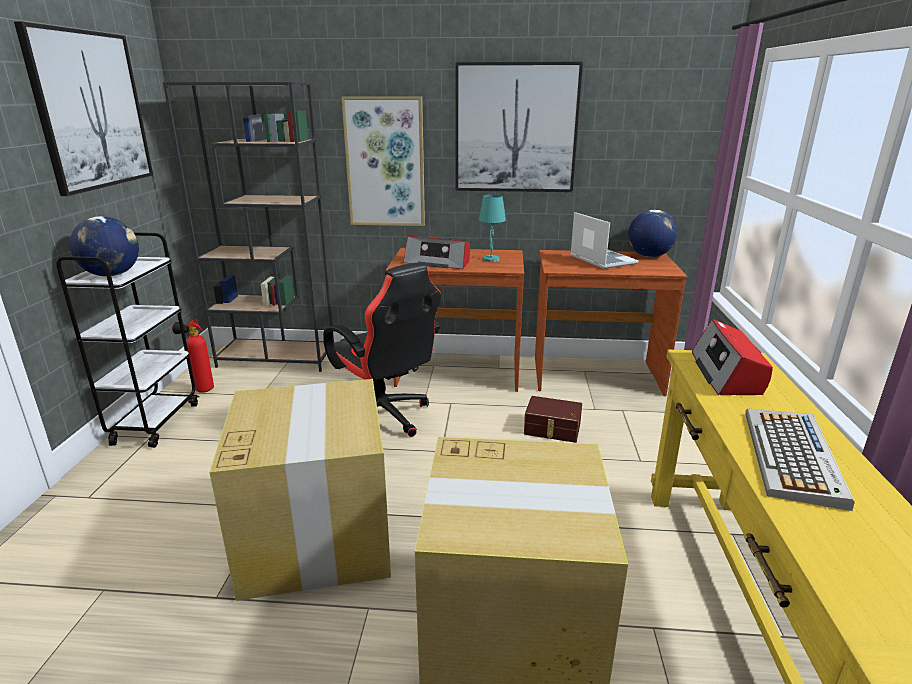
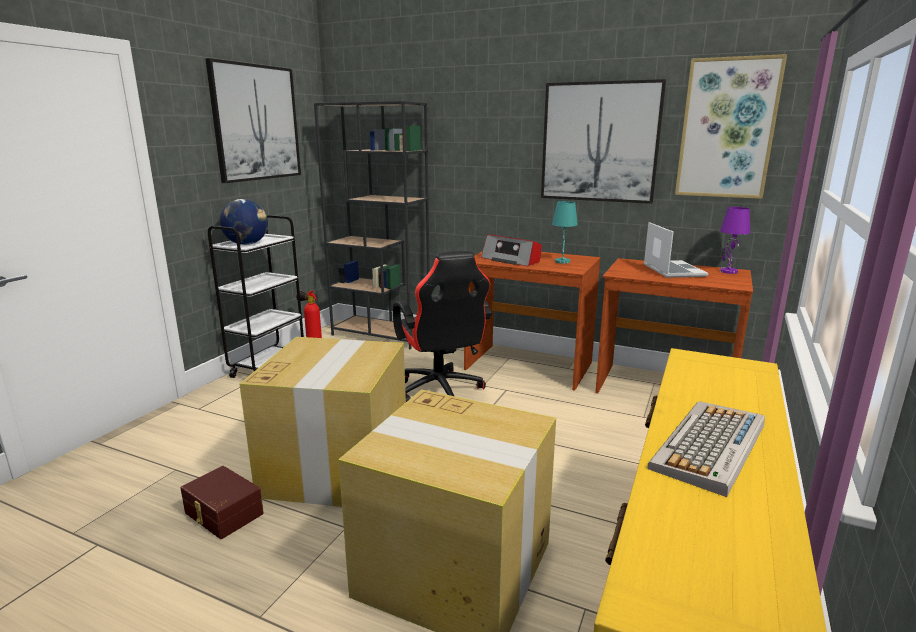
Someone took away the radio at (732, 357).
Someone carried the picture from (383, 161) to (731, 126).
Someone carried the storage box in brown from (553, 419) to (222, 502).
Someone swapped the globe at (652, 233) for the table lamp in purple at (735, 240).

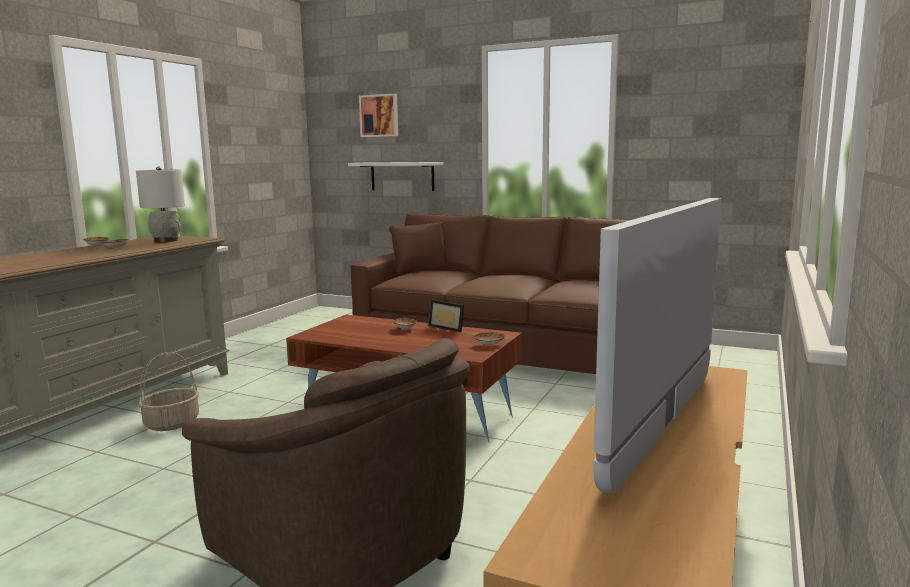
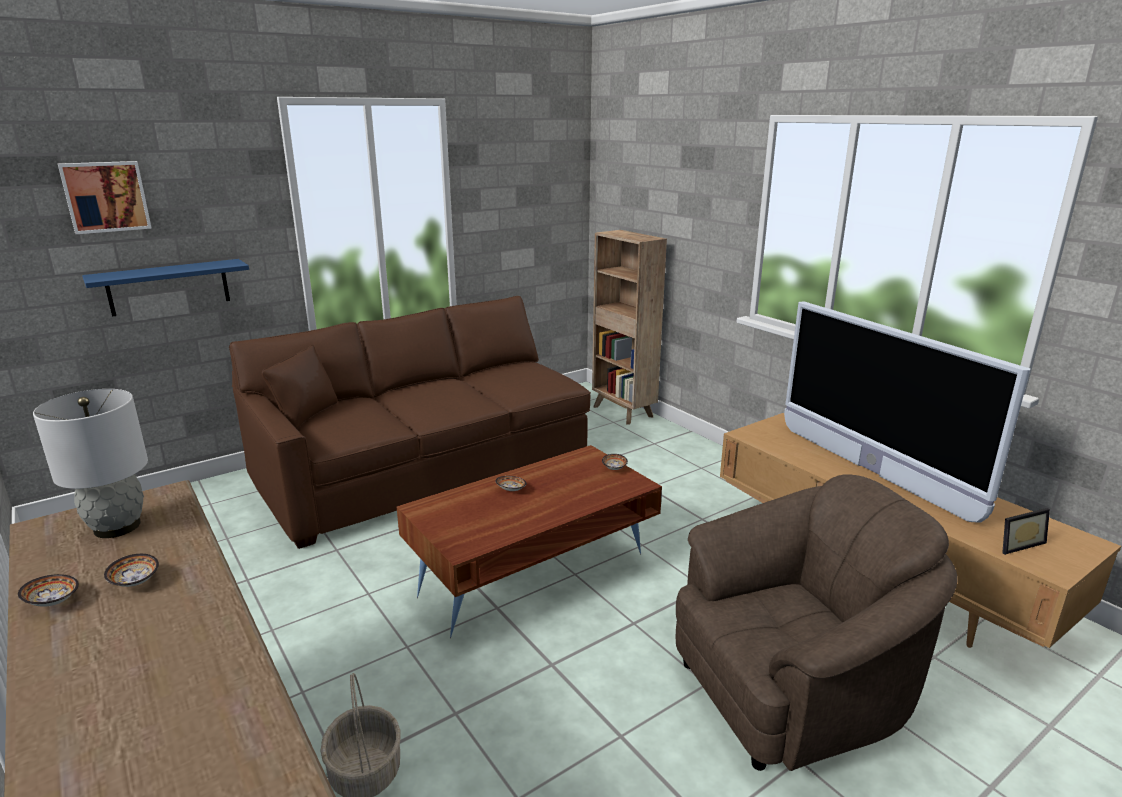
Someone put down the bookcase in brown at (629, 327).
Someone carried the picture frame from (446, 316) to (1026, 531).
Someone repainted the shelf in white at (396, 176), which became the shelf in blue at (165, 288).

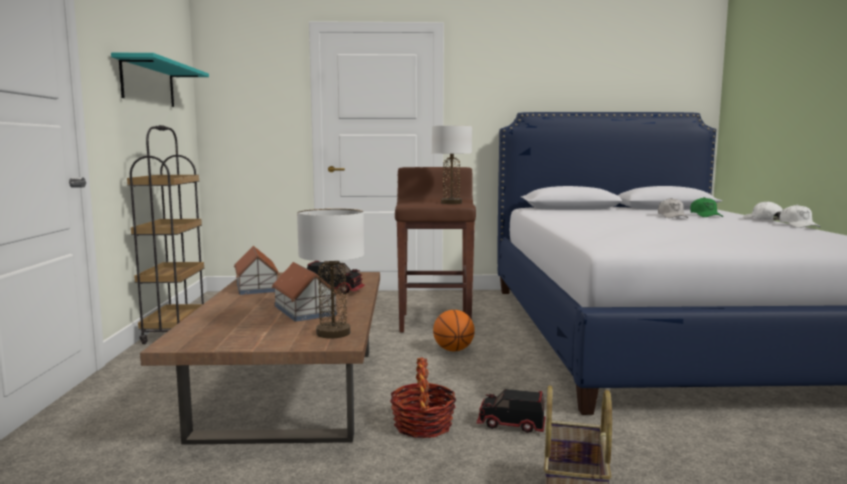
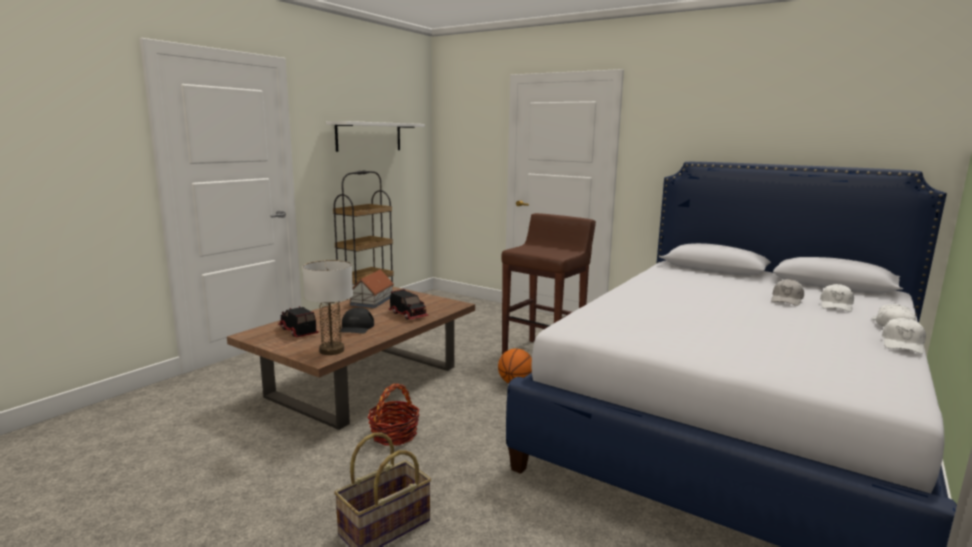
Someone took away the table lamp at (452, 165).
Someone carried the toy truck from (511, 411) to (298, 322).
Someone swapped the toy house at (305, 292) for the cap in black at (357, 320).
Someone repainted the shelf in turquoise at (160, 80), which became the shelf in white at (375, 136).
Someone repainted the cap in green at (706, 207), which became the cap in white at (837, 298).

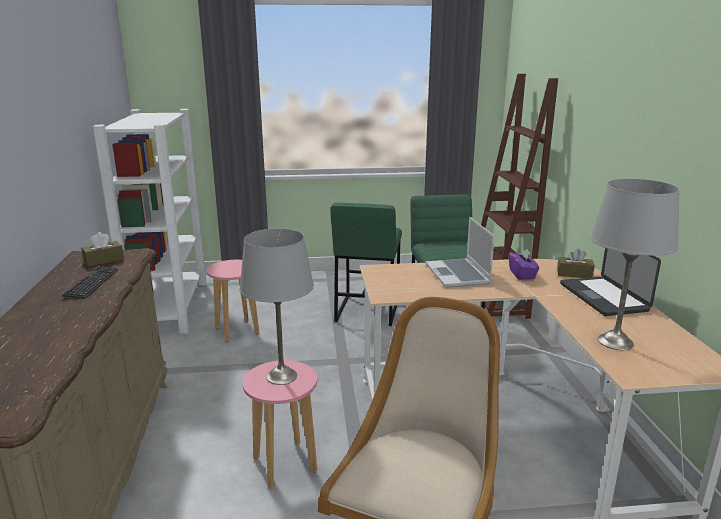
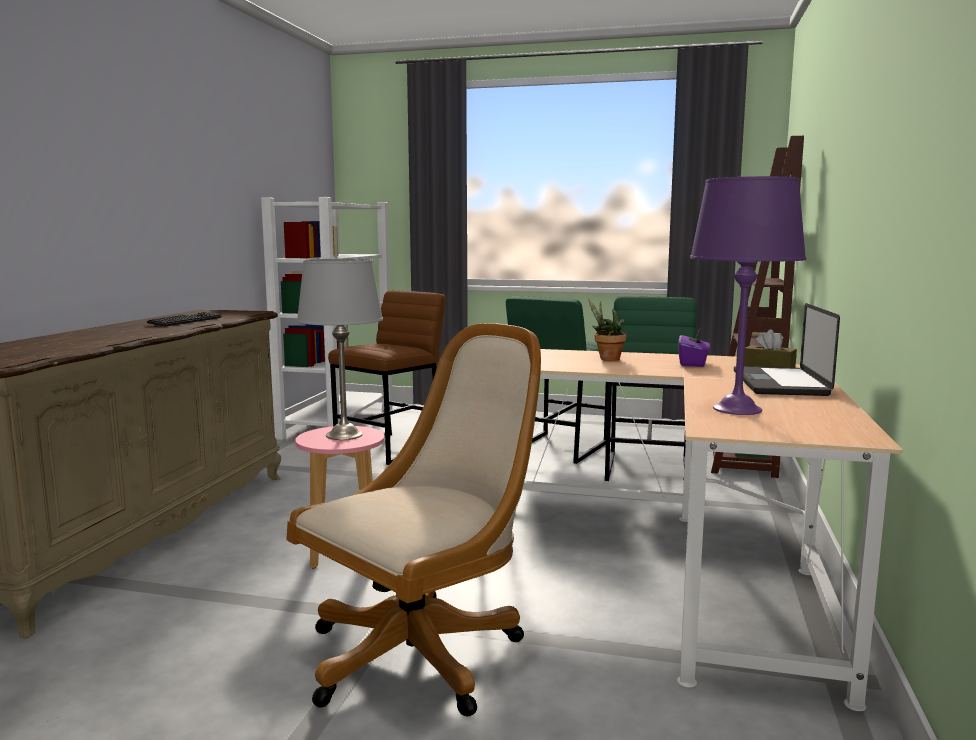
Someone took away the tissue box in brown at (102, 249).
Someone swapped the stool in pink at (233, 301) for the chair in brown at (387, 377).
Someone swapped the laptop at (460, 252) for the potted plant at (607, 330).
Someone repainted the table lamp in grey at (635, 264), which became the table lamp in purple at (748, 295).

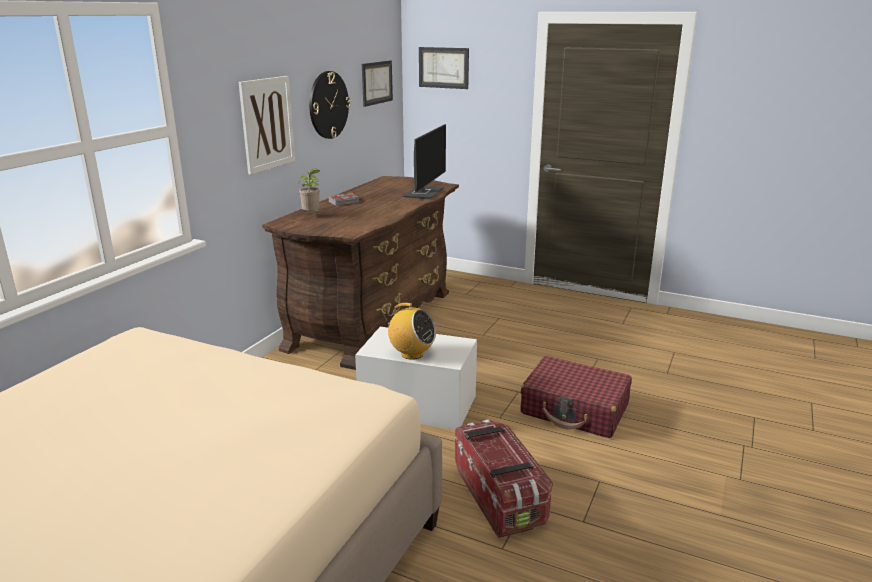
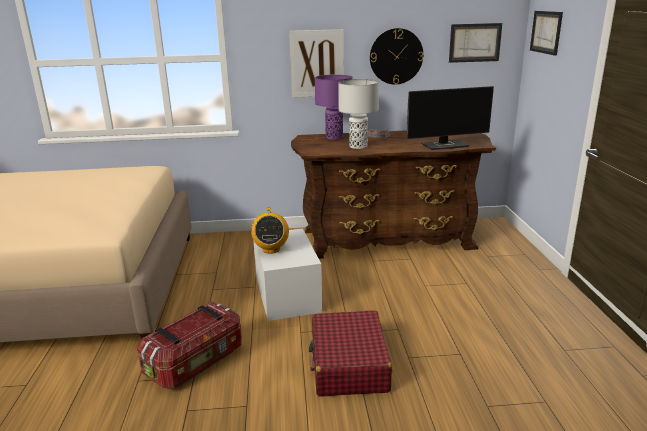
Someone put down the table lamp in white at (358, 114).
Someone swapped the potted plant at (309, 190) for the table lamp in purple at (333, 107).

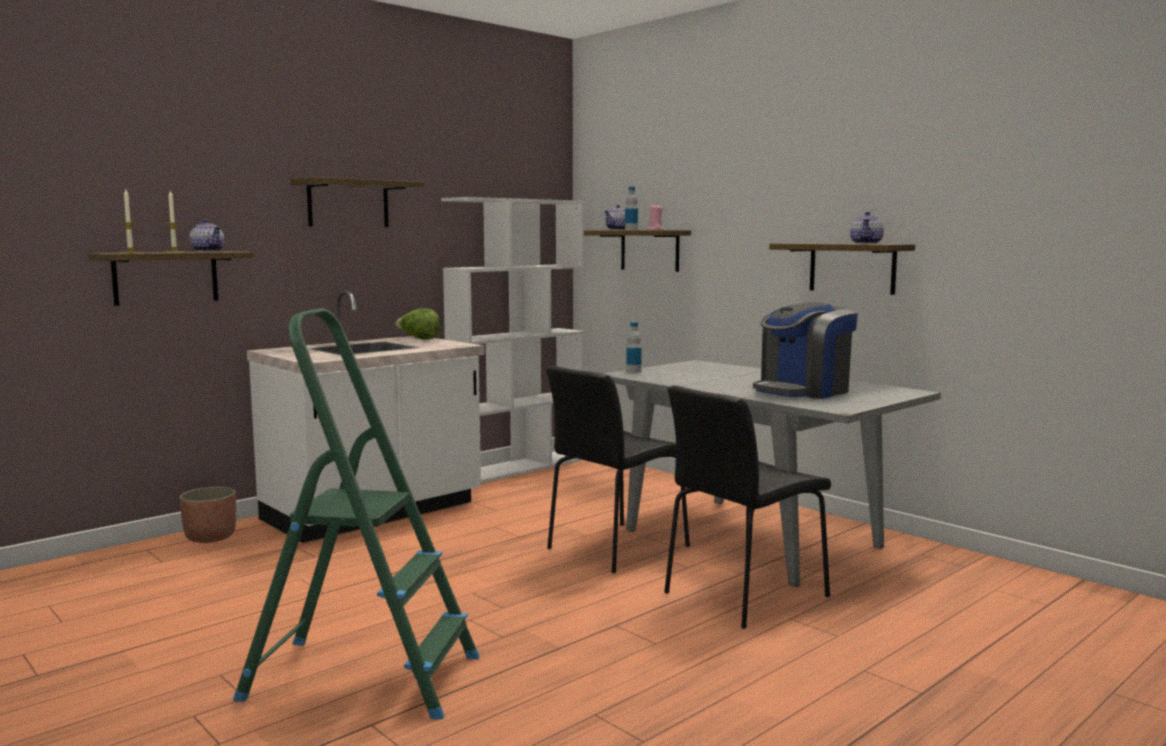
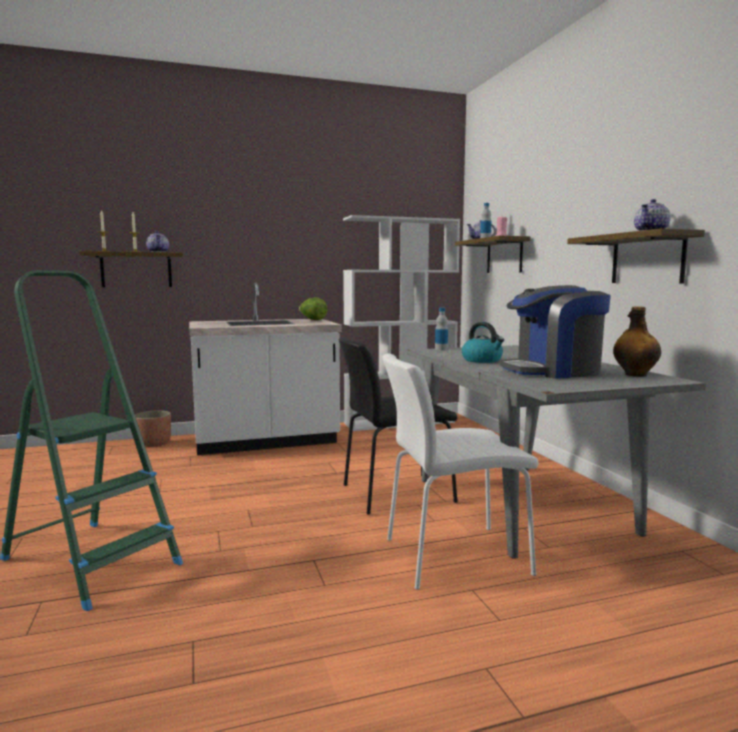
Someone took away the shelf at (357, 202).
Someone put down the kettle at (483, 342).
Someone put down the bottle at (637, 341).
Someone repainted the chair in black at (747, 507), which became the chair in white at (460, 471).

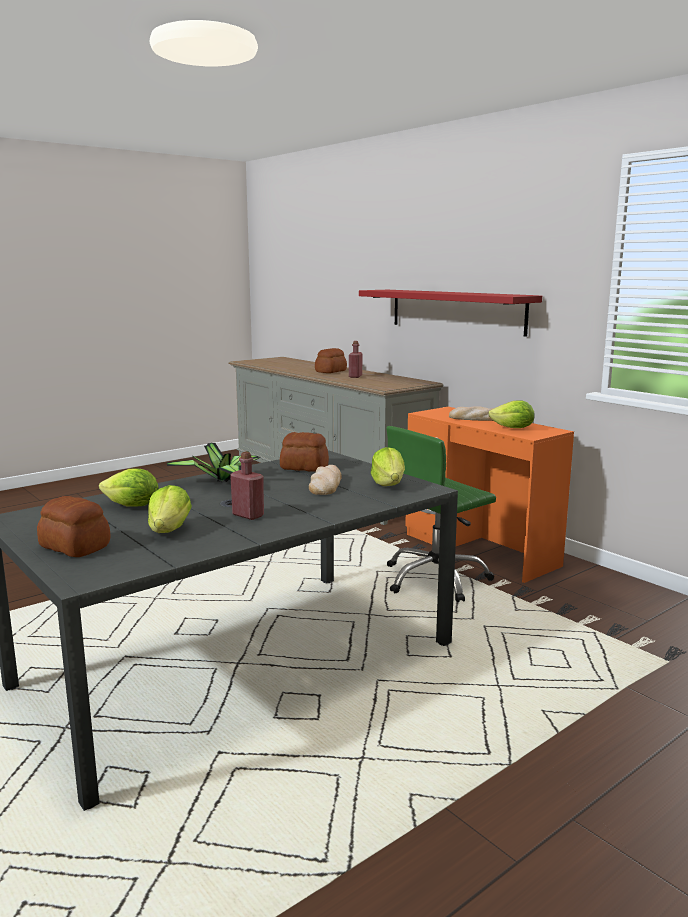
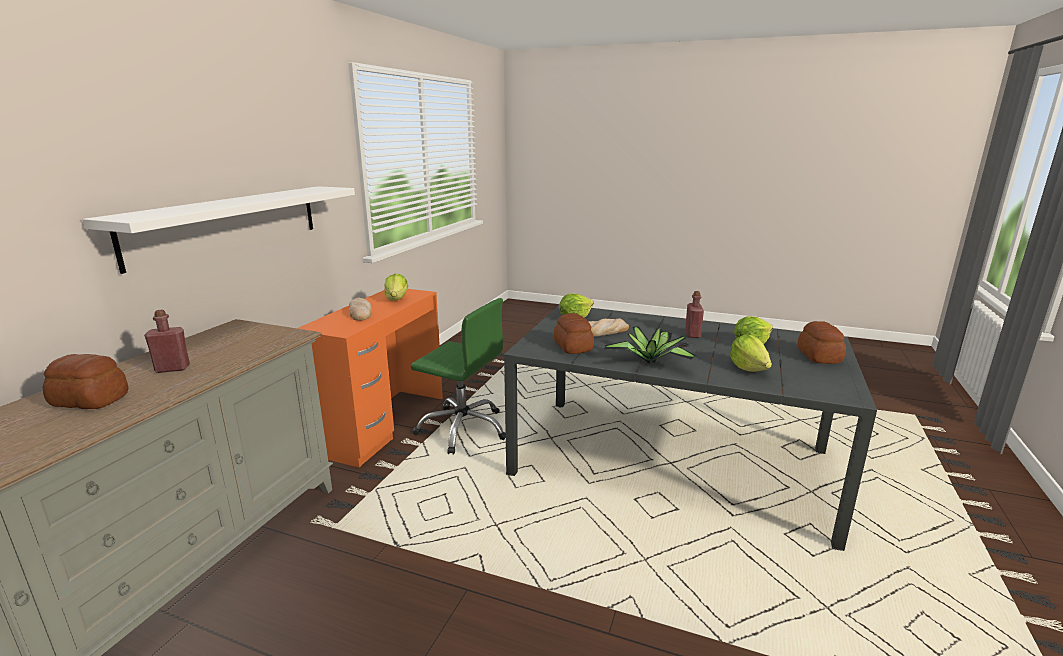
Someone repainted the shelf in red at (450, 313), which became the shelf in white at (218, 230).

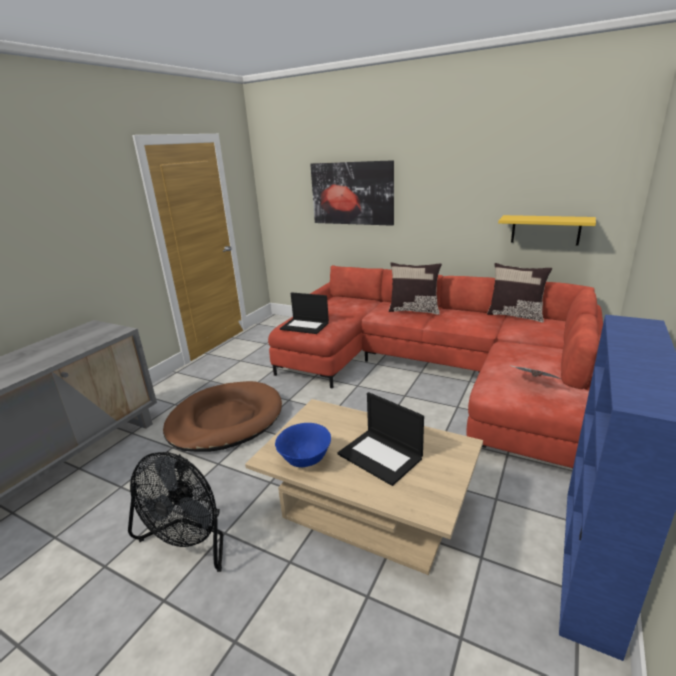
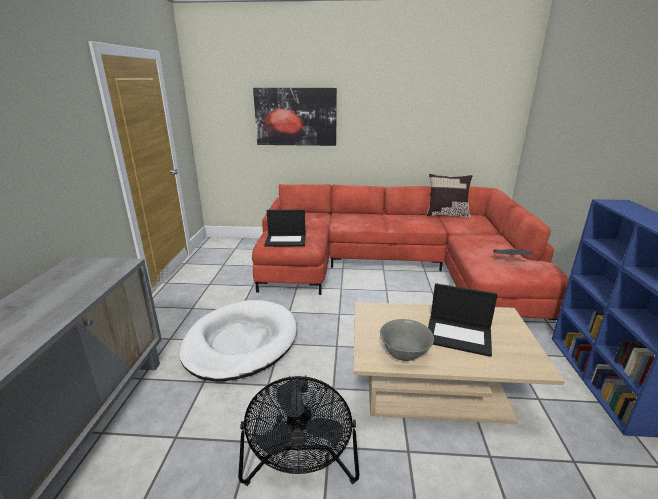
Someone took away the pillow at (415, 288).
Someone took away the shelf in yellow at (547, 230).
Someone repainted the dog bed in brown at (222, 416), which became the dog bed in white at (238, 341).
Someone repainted the bowl in blue at (303, 445), which became the bowl in grey at (407, 340).

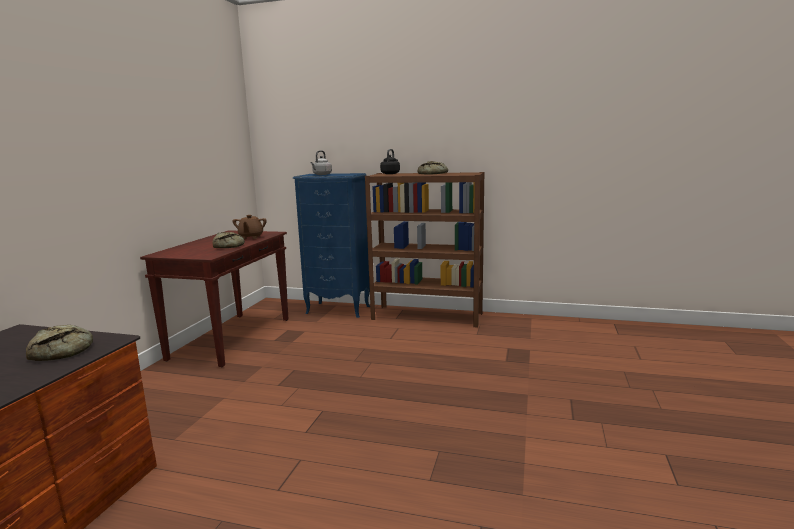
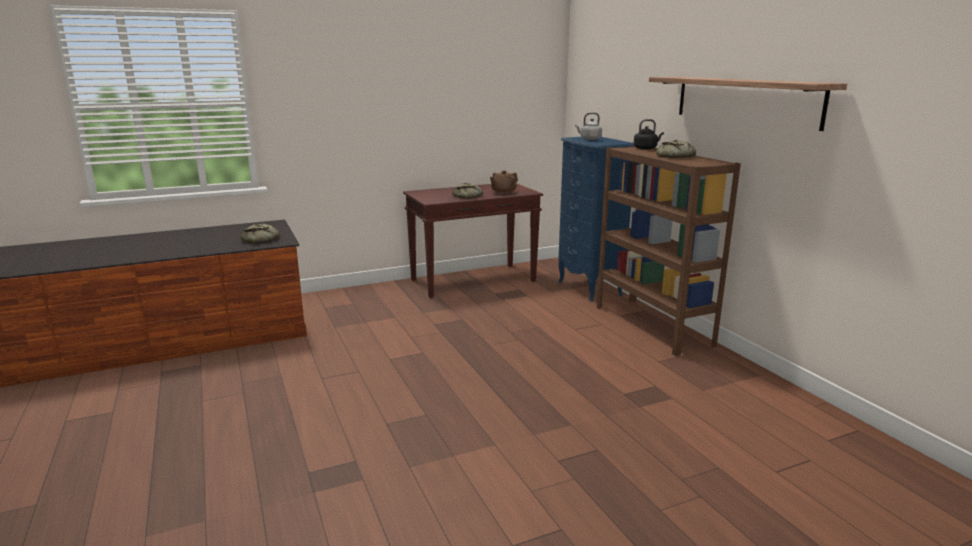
Someone put up the shelf at (748, 104).

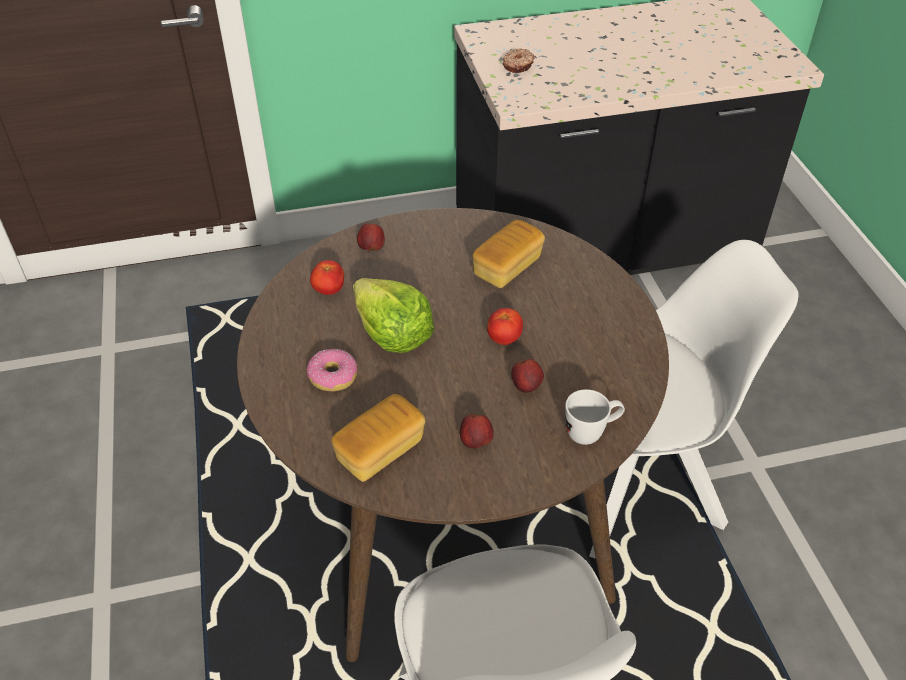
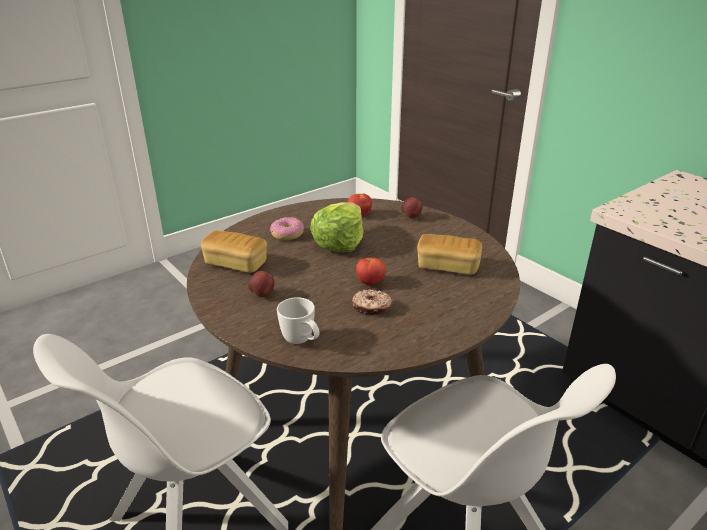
Someone took away the apple at (528, 376).
Someone carried the donut from (519, 60) to (372, 302).

